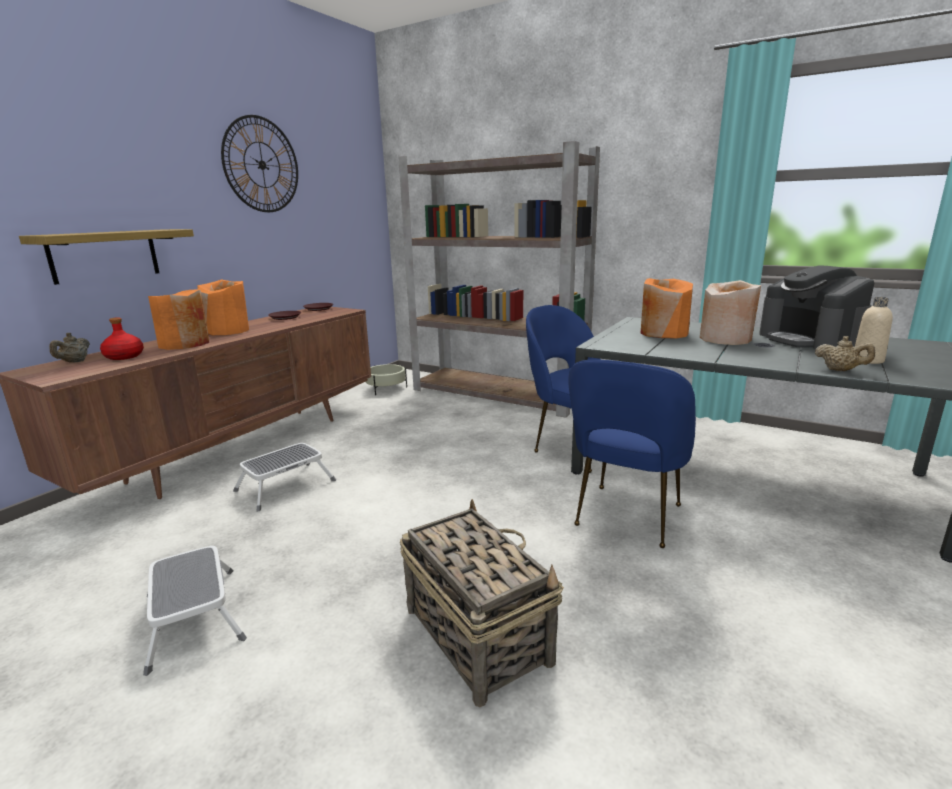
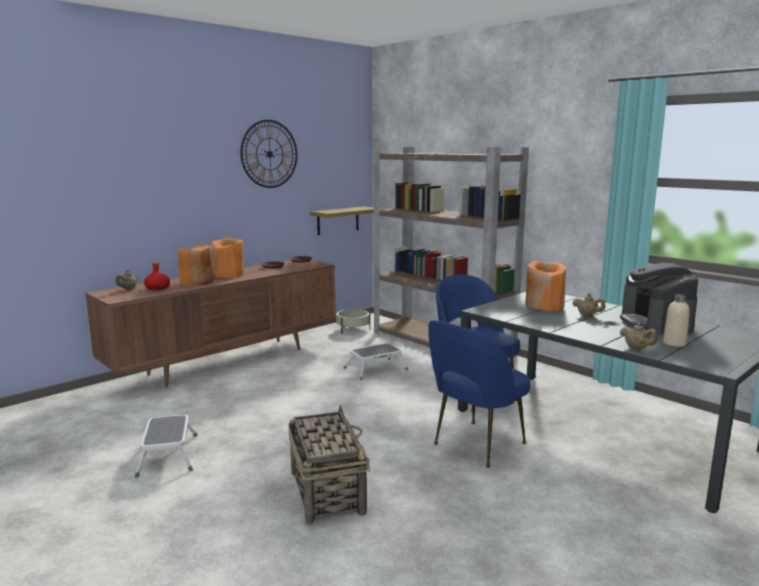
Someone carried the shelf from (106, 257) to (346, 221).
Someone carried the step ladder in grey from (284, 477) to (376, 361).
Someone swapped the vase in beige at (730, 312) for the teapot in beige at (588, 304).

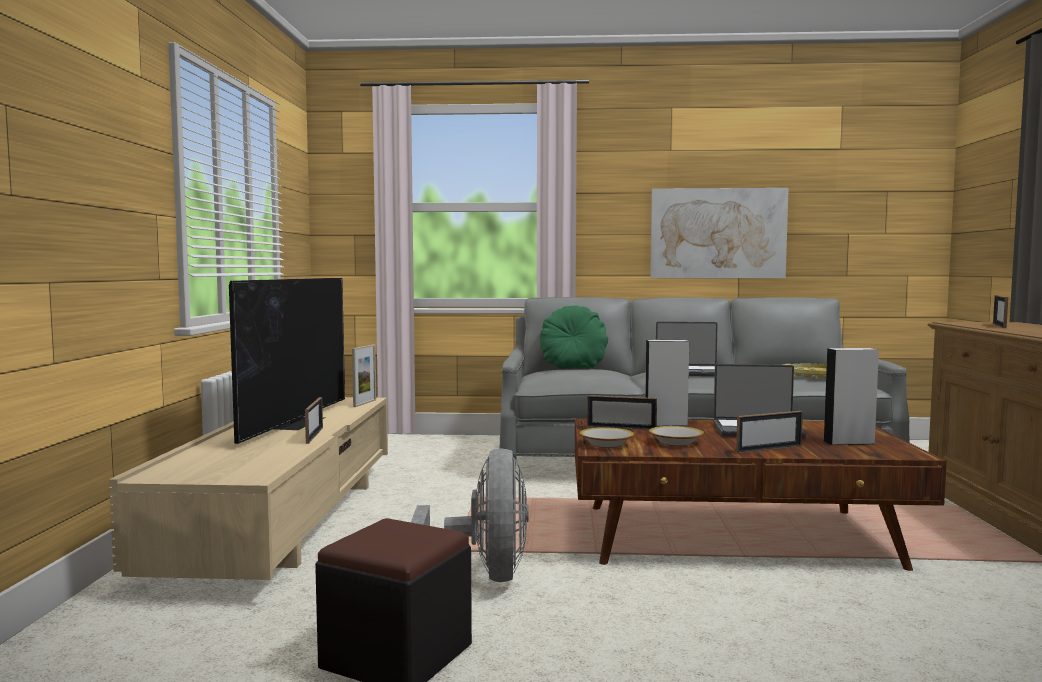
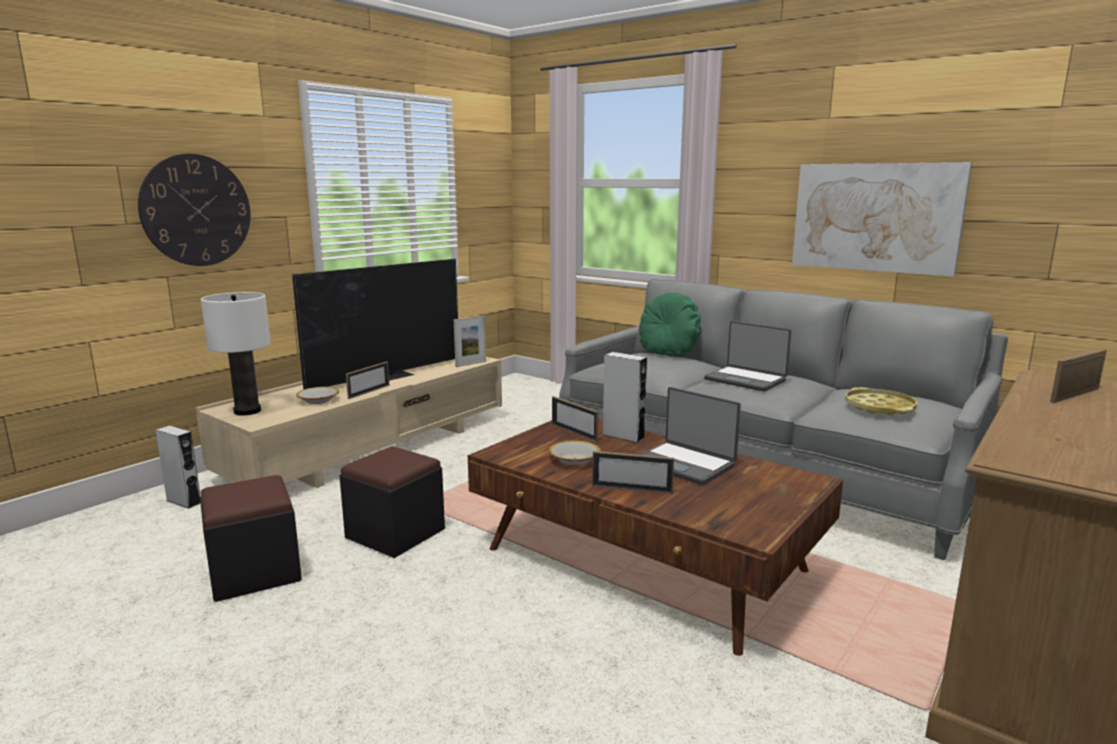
Someone put up the wall clock at (194, 210).
Someone put down the table lamp in white at (236, 354).
Someone carried the bowl from (606, 437) to (317, 395).
Someone carried the speaker in grey from (851, 396) to (178, 467).
Someone swapped the fan in grey at (470, 515) for the ottoman in black at (392, 502).

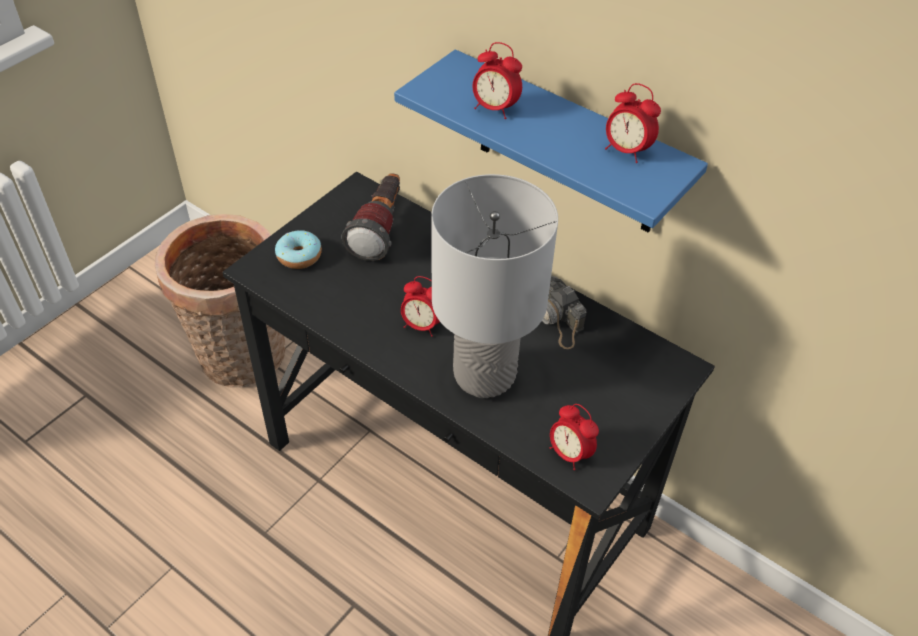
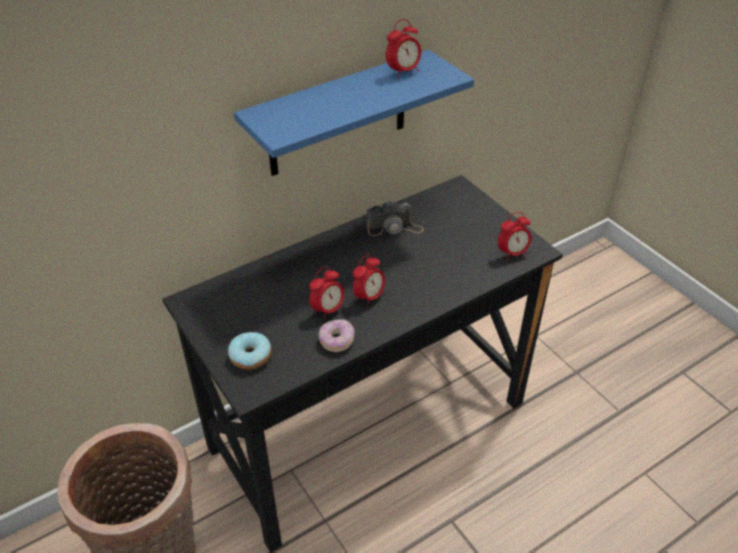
Someone took away the flashlight at (370, 217).
Someone took away the table lamp in grey at (494, 286).
Someone put down the donut at (336, 335).
Someone carried the alarm clock from (497, 80) to (326, 293).

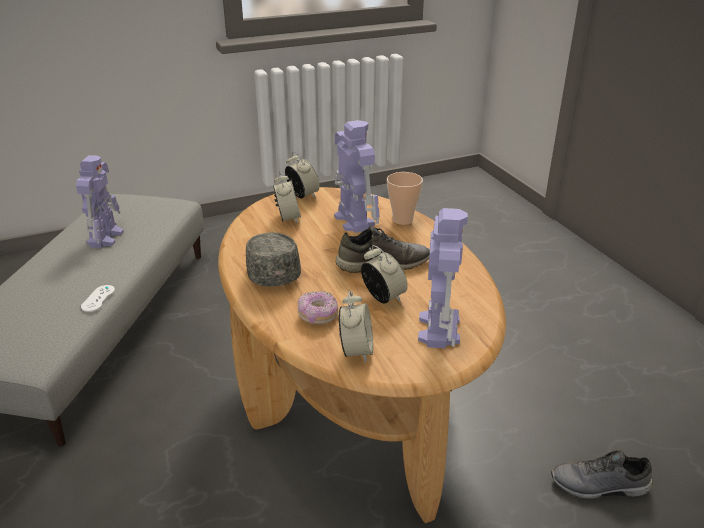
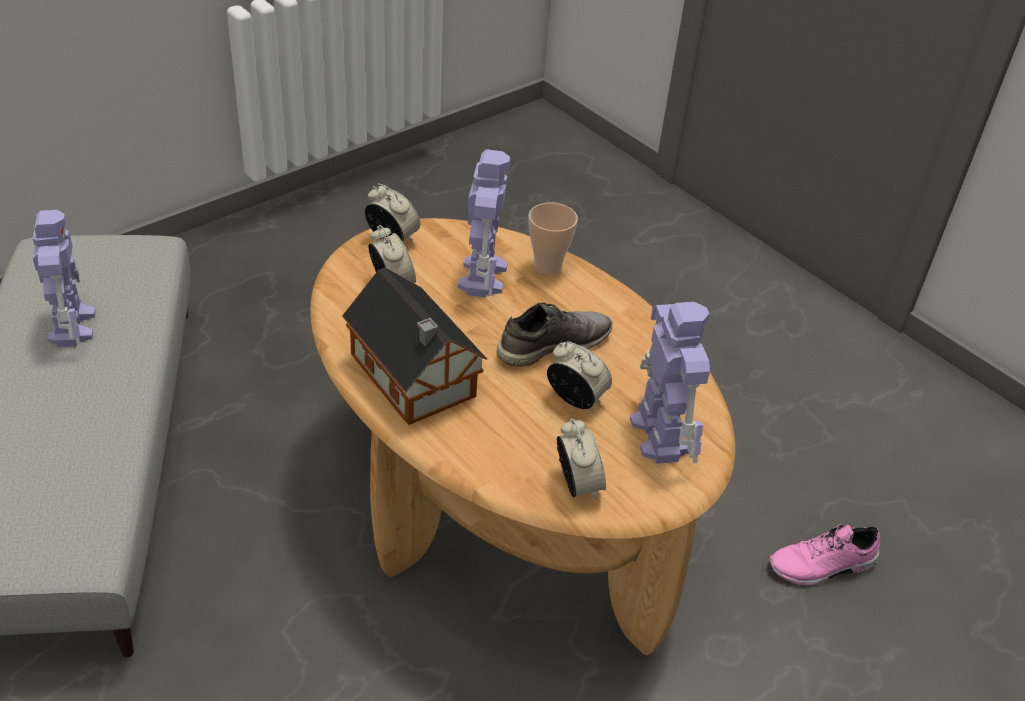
Someone took away the game controller in white at (98, 298).
Someone took away the donut at (318, 308).
Someone swapped the cap in grey at (273, 259) for the toy house at (414, 346).
Someone repainted the shoe in grey at (601, 474), which became the shoe in pink at (825, 554).
Someone rotated the toy robot at (357, 176) by 45 degrees clockwise.

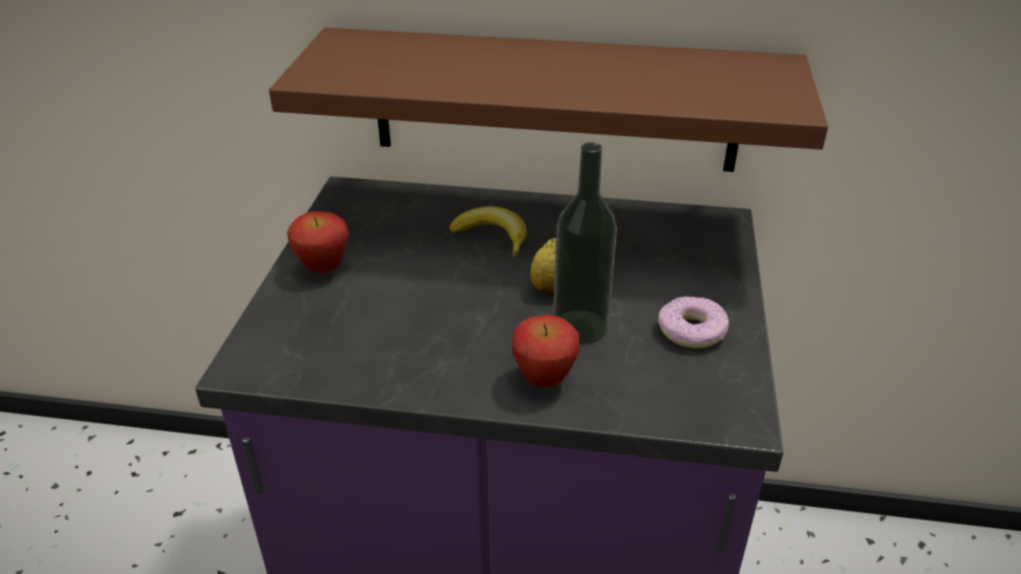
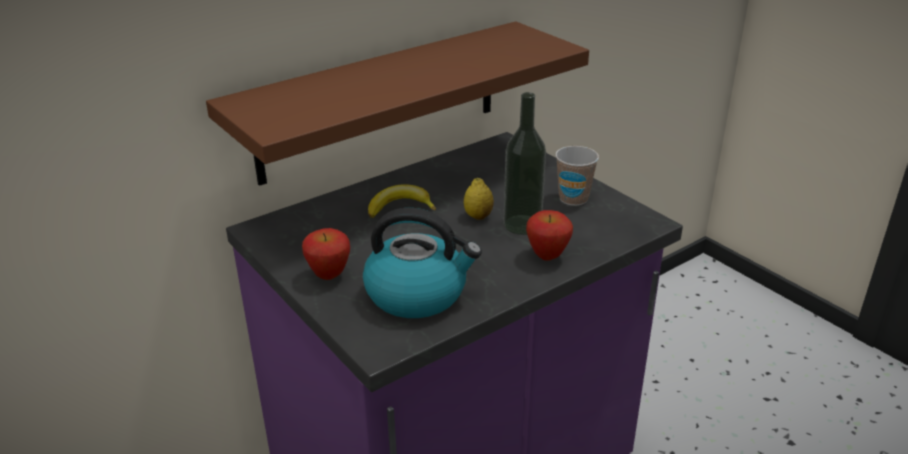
Someone put down the kettle at (422, 263).
Someone swapped the donut at (693, 322) for the cup at (577, 176).

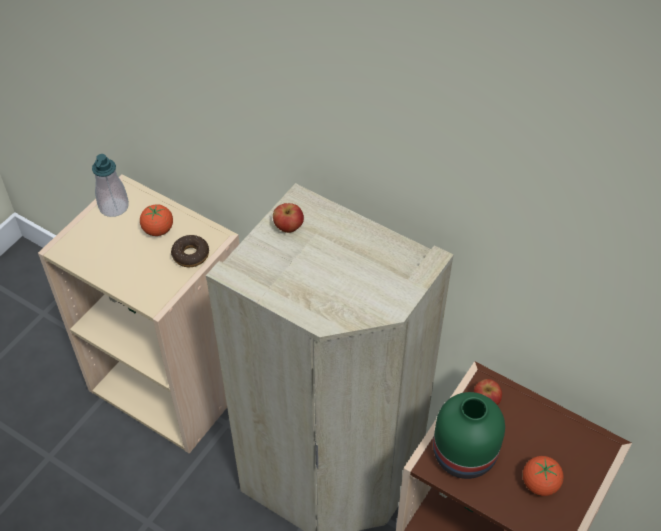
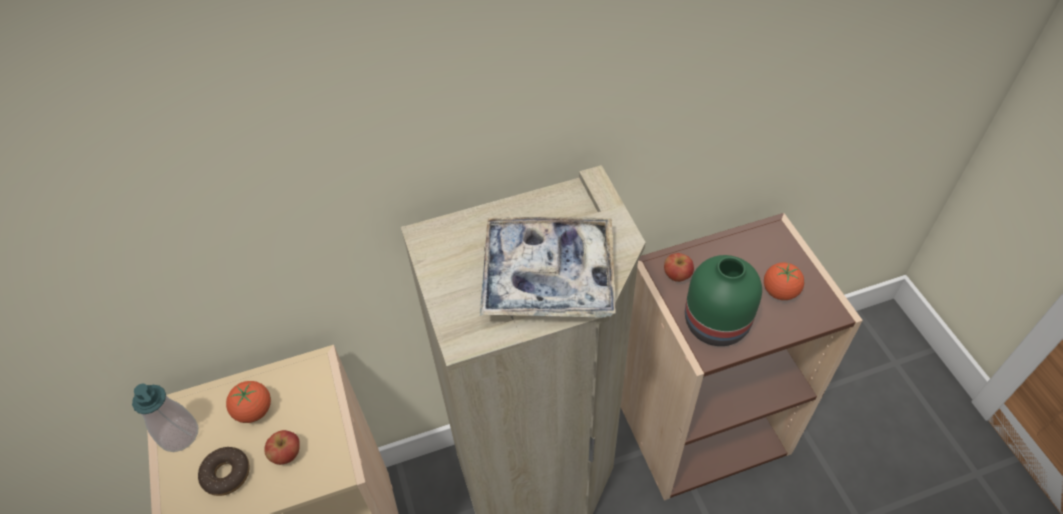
Someone put down the tray at (548, 267).
Someone carried the donut from (190, 251) to (224, 471).
Someone carried the apple from (288, 218) to (282, 447).

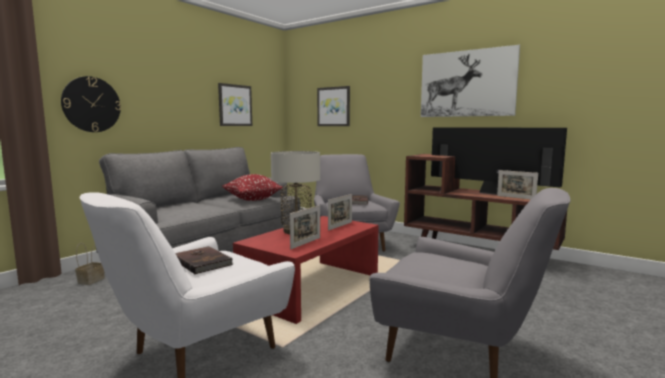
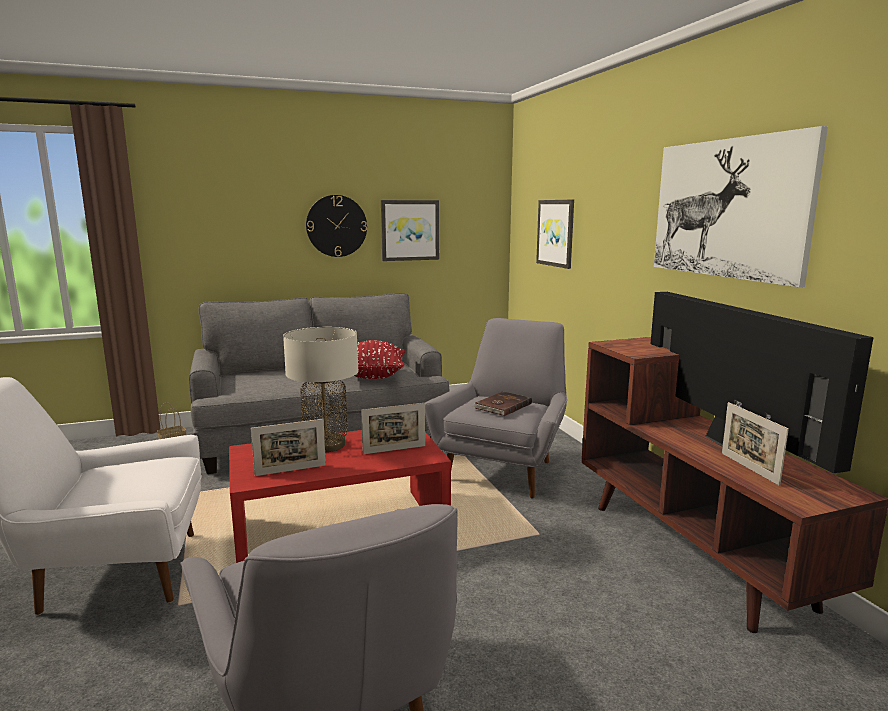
Someone took away the book in brown at (204, 260).
Someone carried the wall clock from (91, 104) to (336, 226).

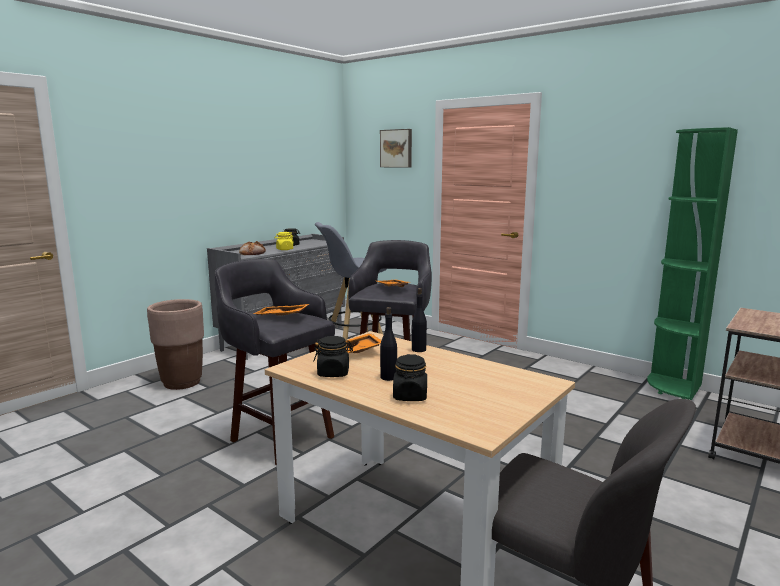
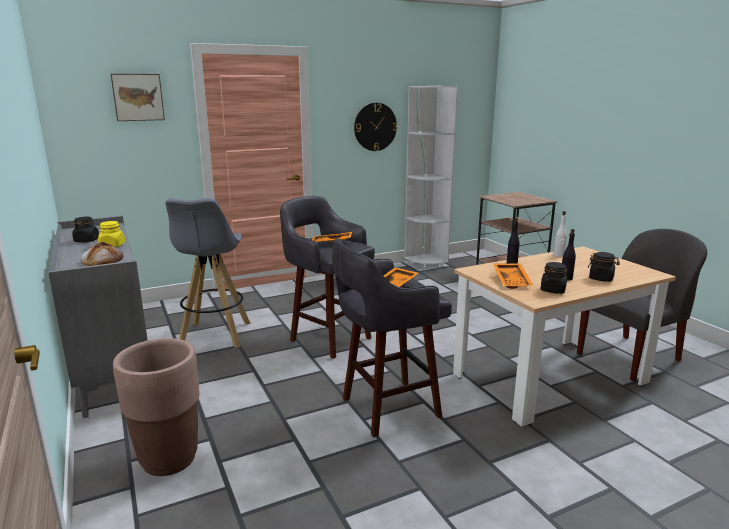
Someone put up the wall clock at (375, 127).
Someone put down the bottle in white at (560, 234).
Someone repainted the bookcase in green at (692, 263), which became the bookcase in white at (431, 176).

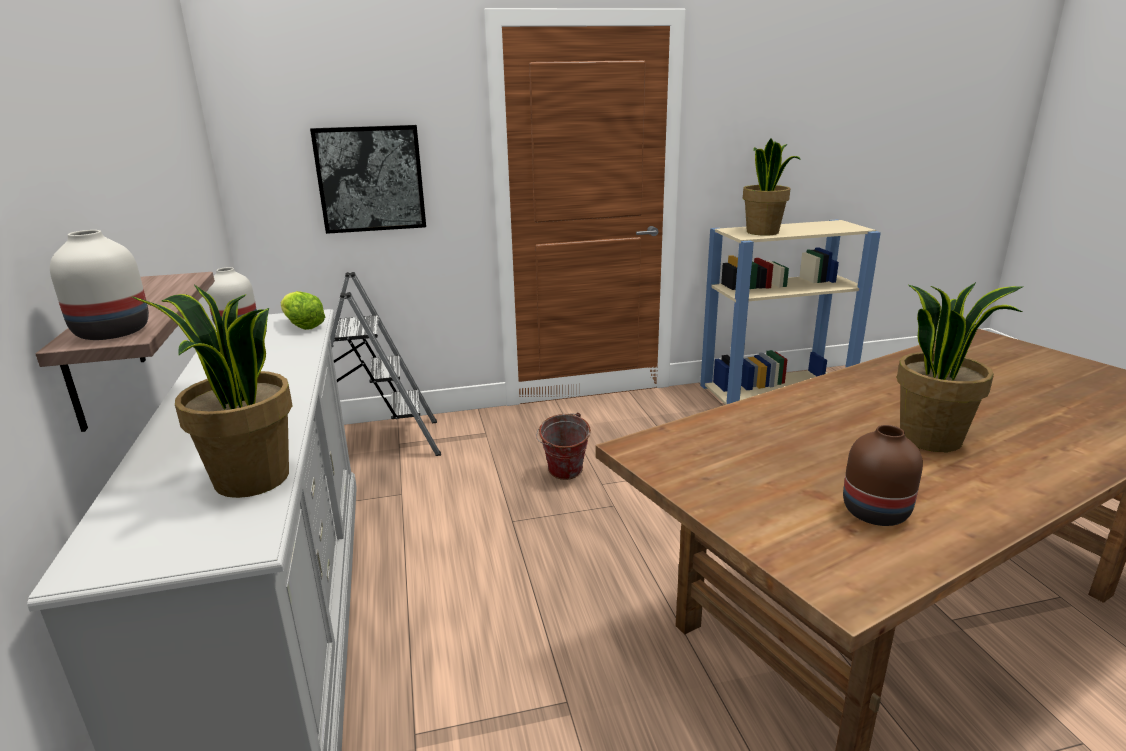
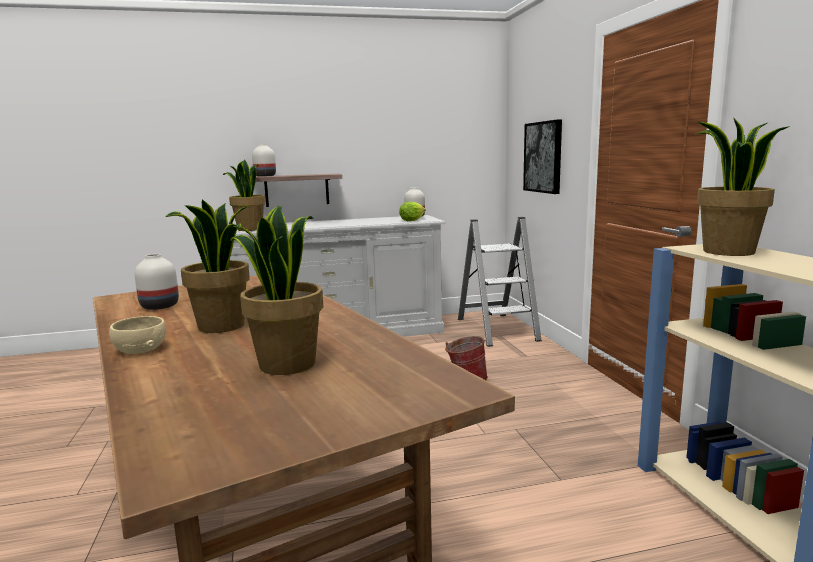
Someone put down the bowl in beige at (137, 335).
Someone put down the potted plant at (276, 290).
Someone repainted the vase in brown at (883, 475), which became the vase in white at (157, 282).

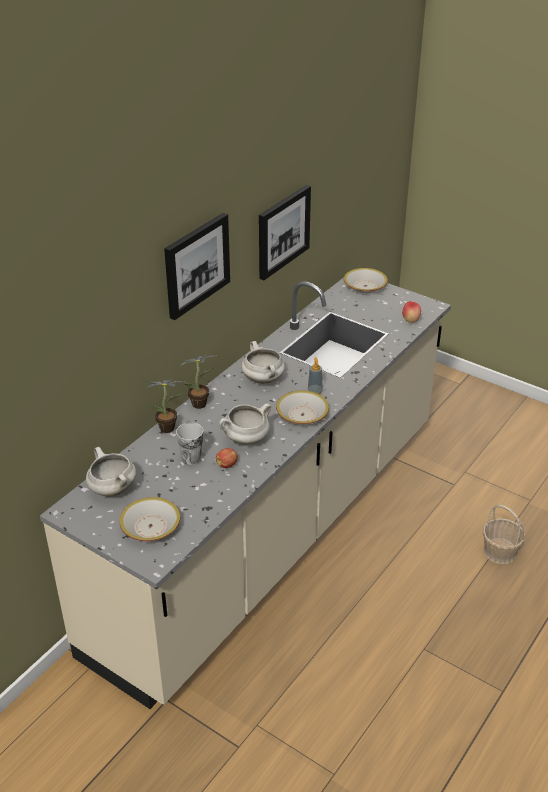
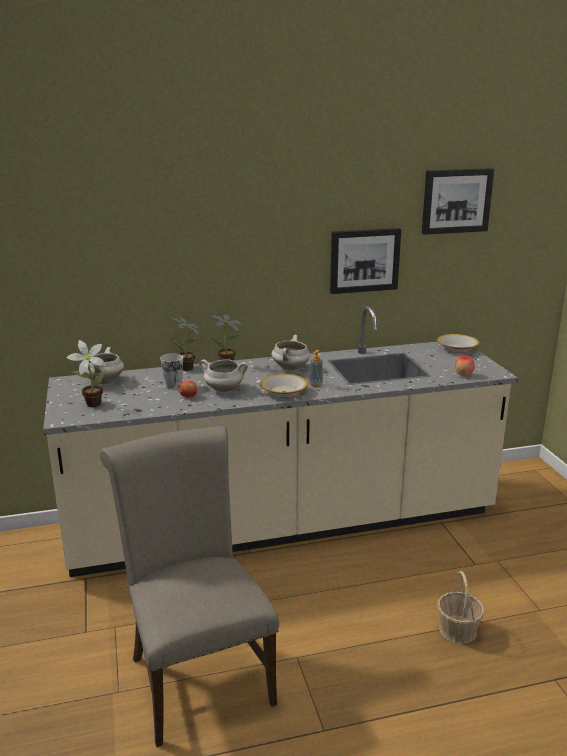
Someone put down the chair in beige at (189, 586).
Someone carried the picture from (197, 266) to (458, 201).
Someone swapped the bowl at (149, 519) for the potted plant at (86, 373).

